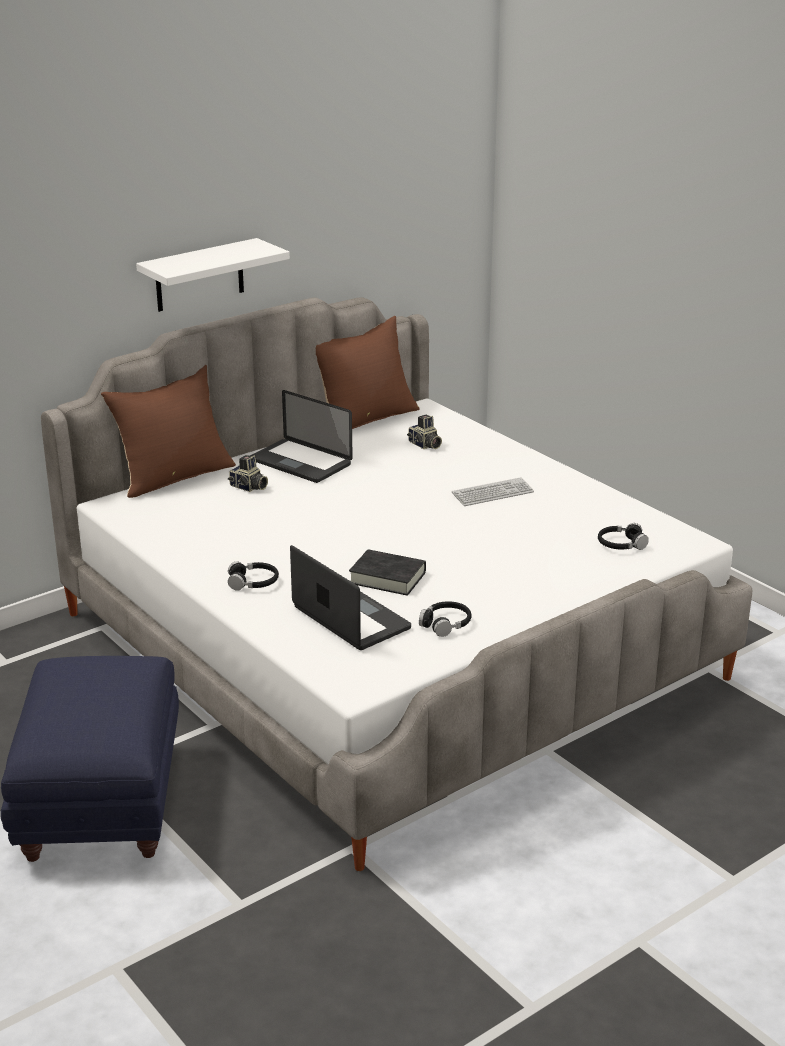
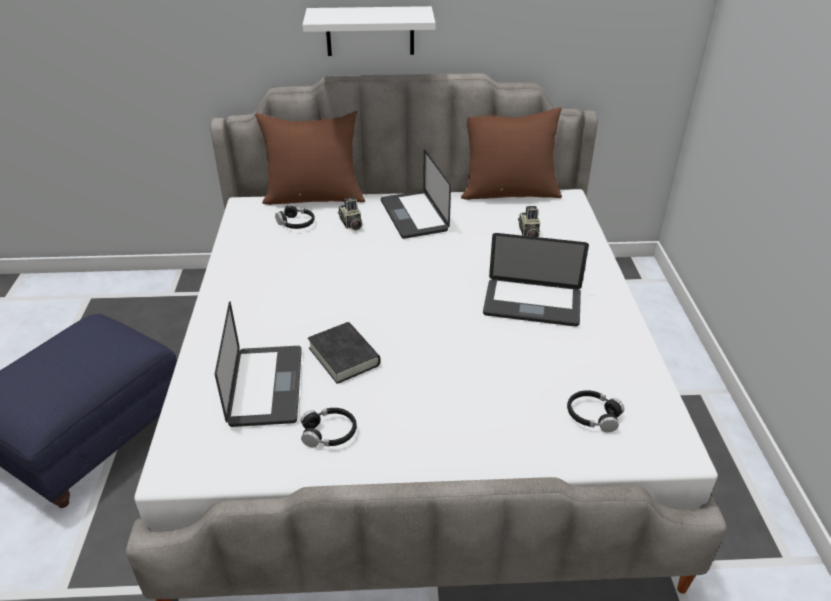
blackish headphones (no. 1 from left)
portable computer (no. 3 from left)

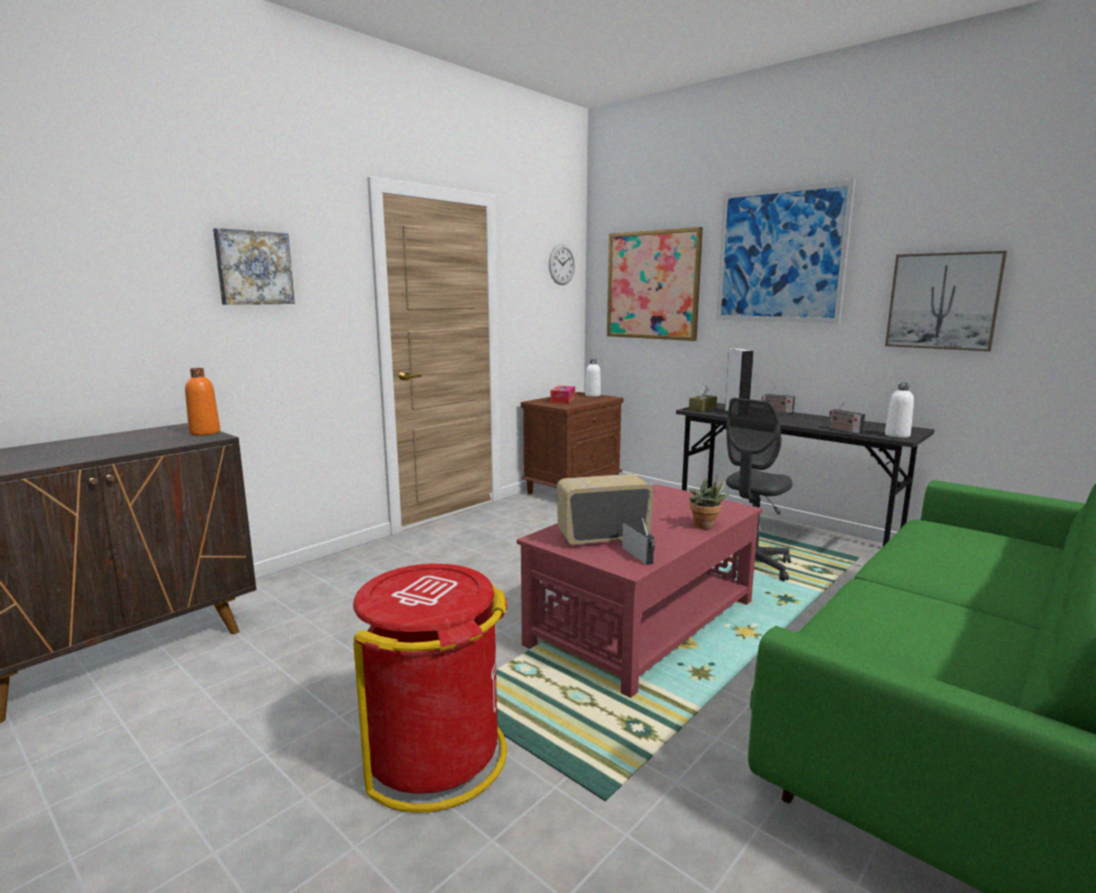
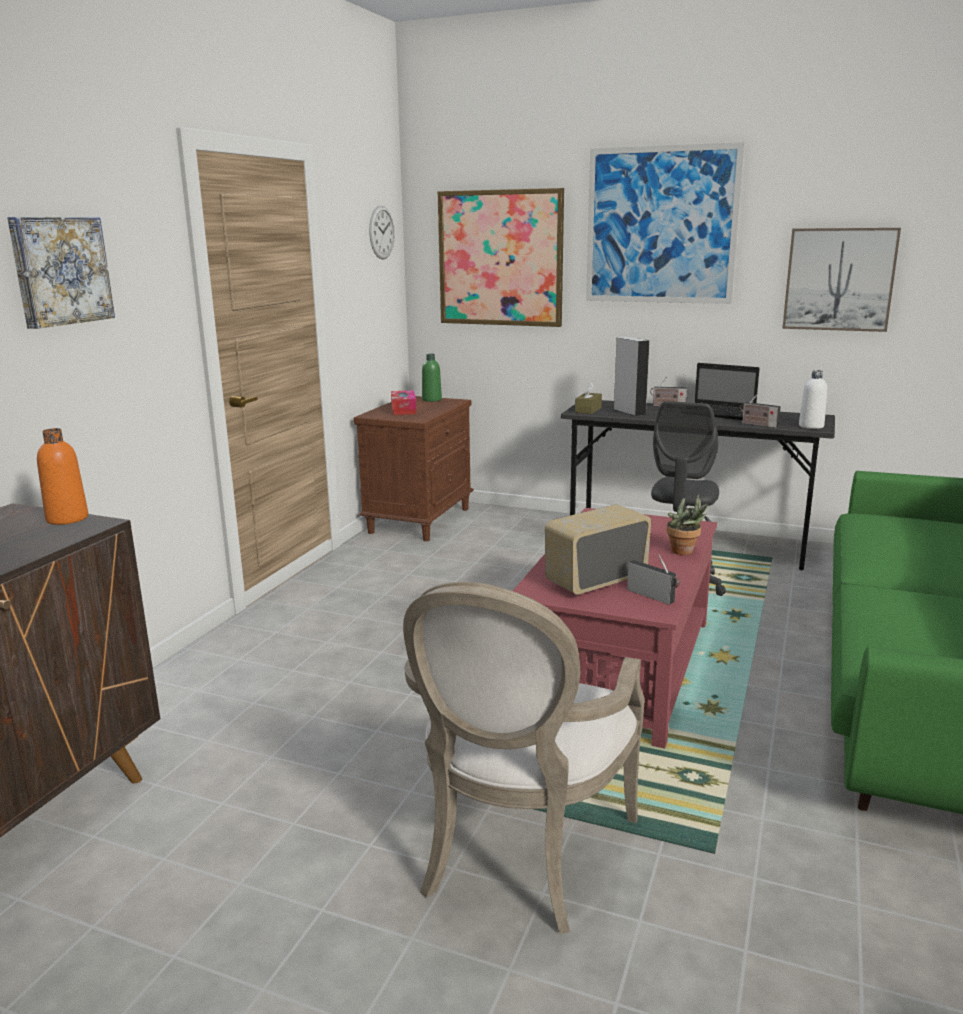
portable computer
lounge chair
green-coloured beverage bottle

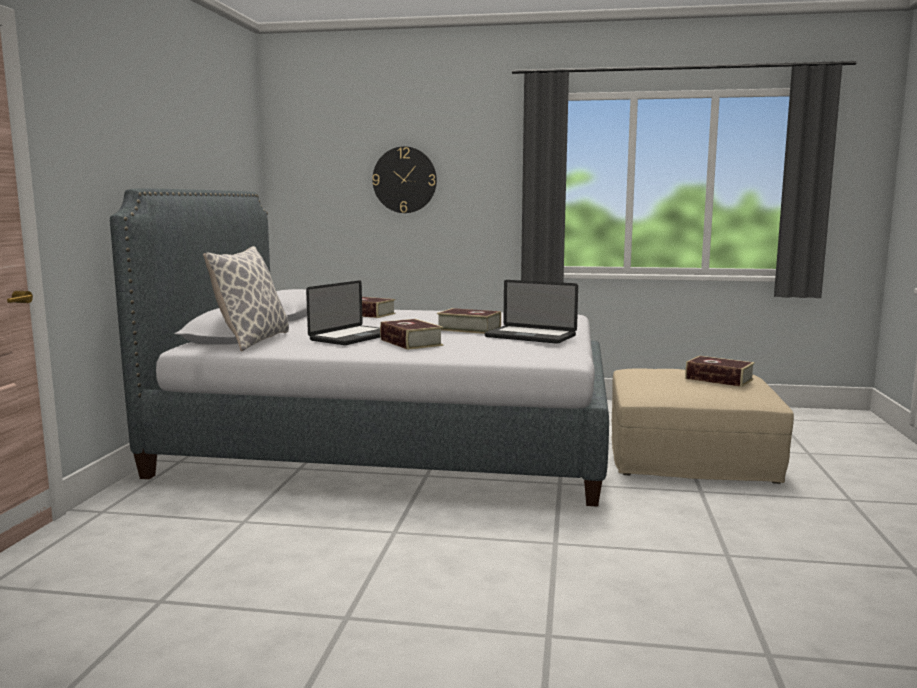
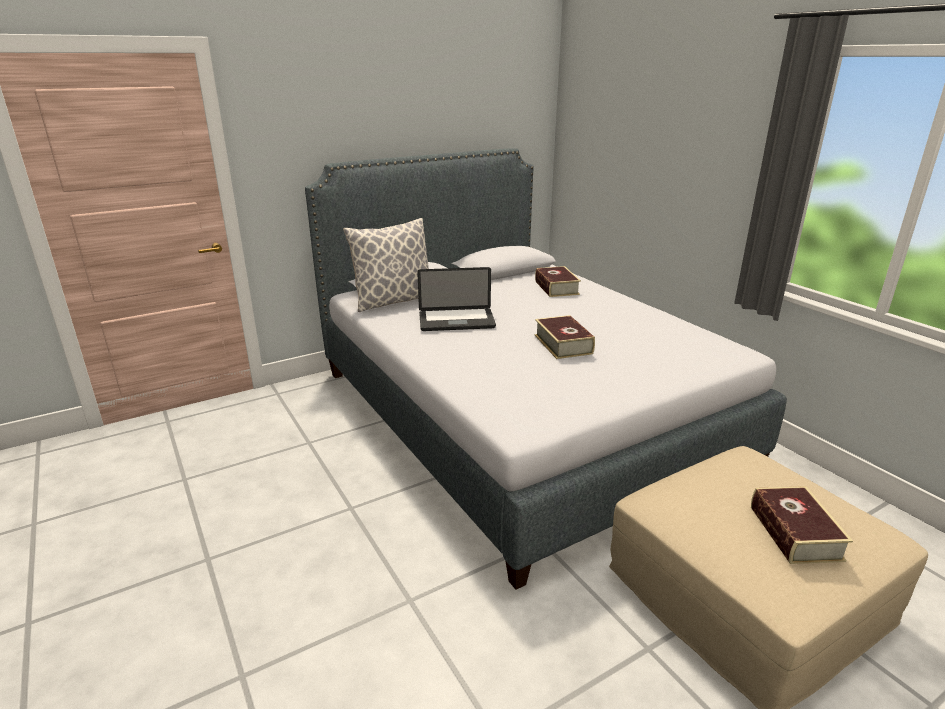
wall clock
volume (no. 2 from left in the first image)
portable computer (no. 2 from left in the first image)

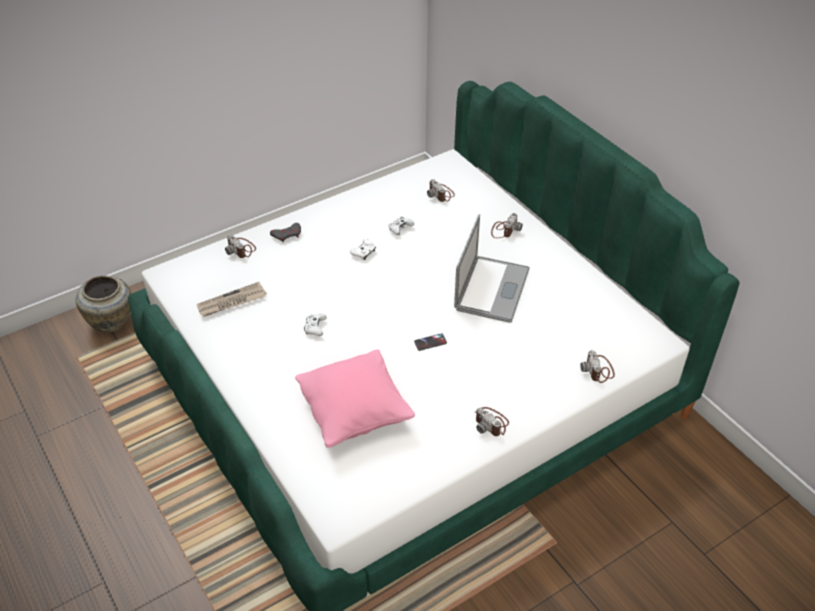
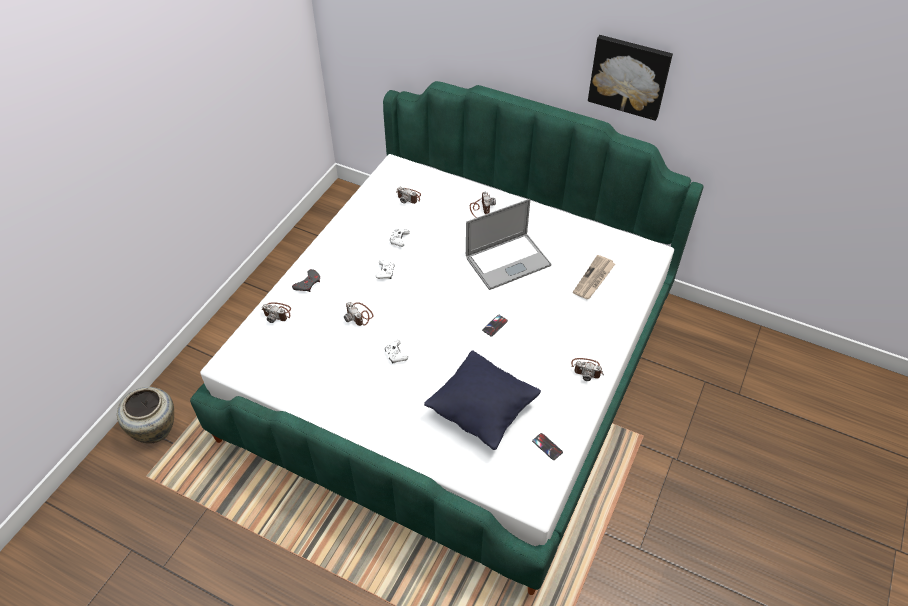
telephone (no. 2 from left)
picture
daily paper
photo camera (no. 2 from left)
blackish cushion
portable computer

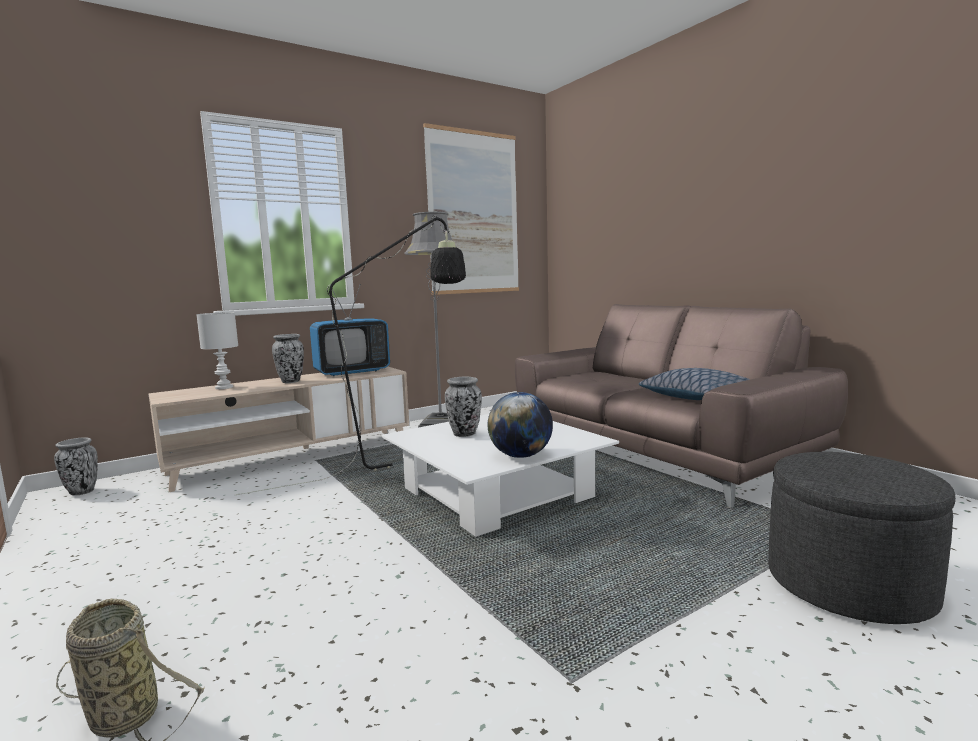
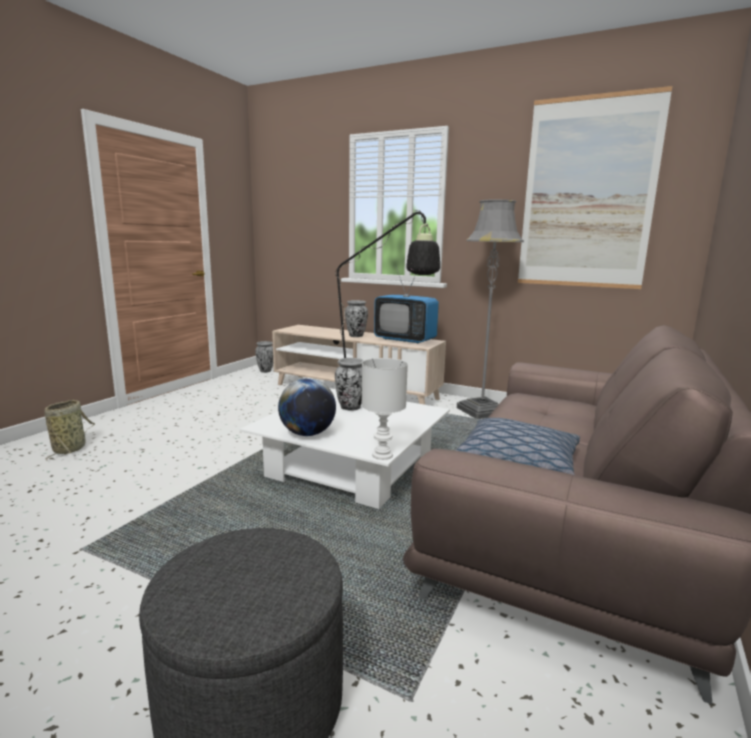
white-coloured tabletop lamp

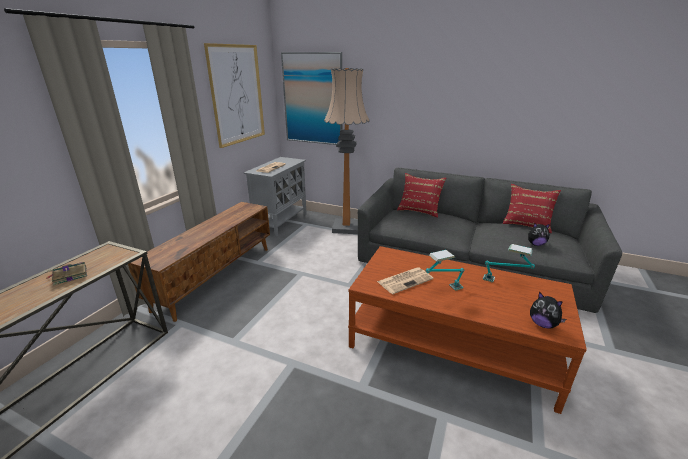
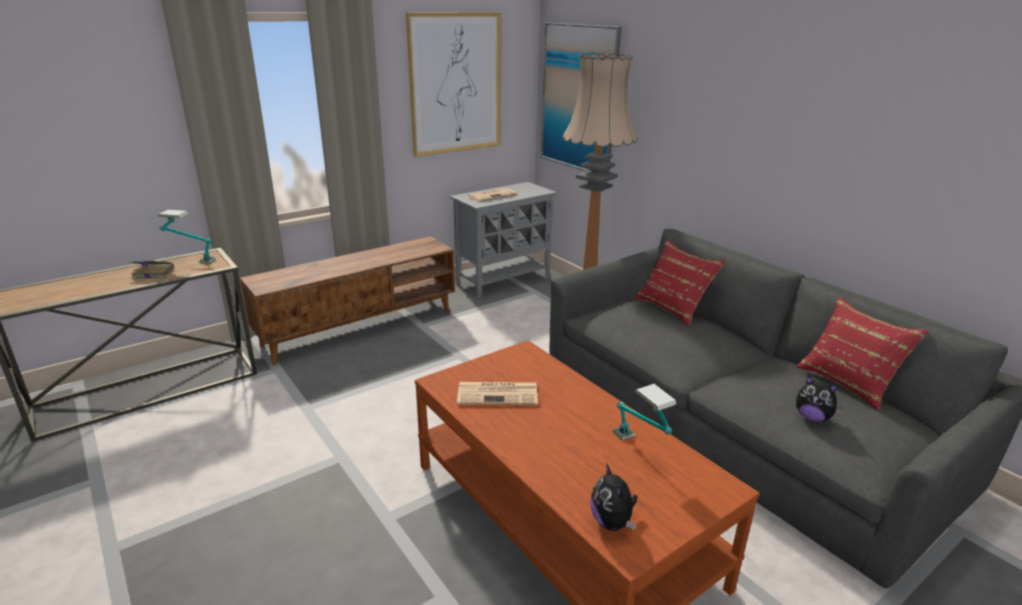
tabletop lamp (no. 1 from left)

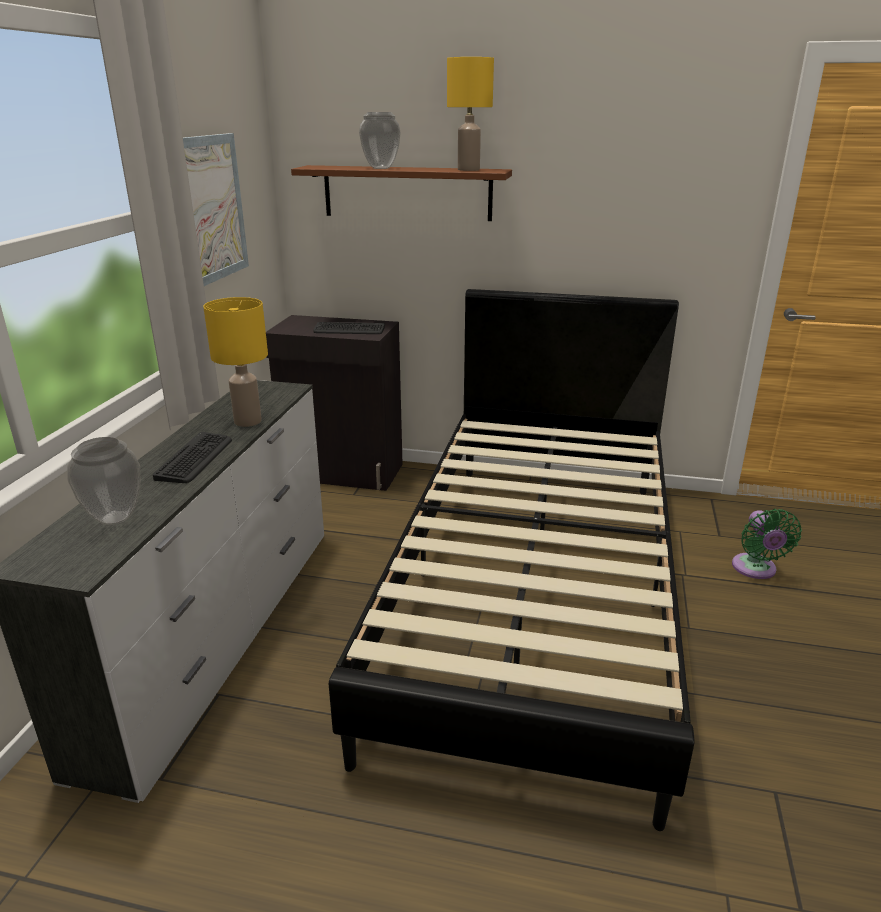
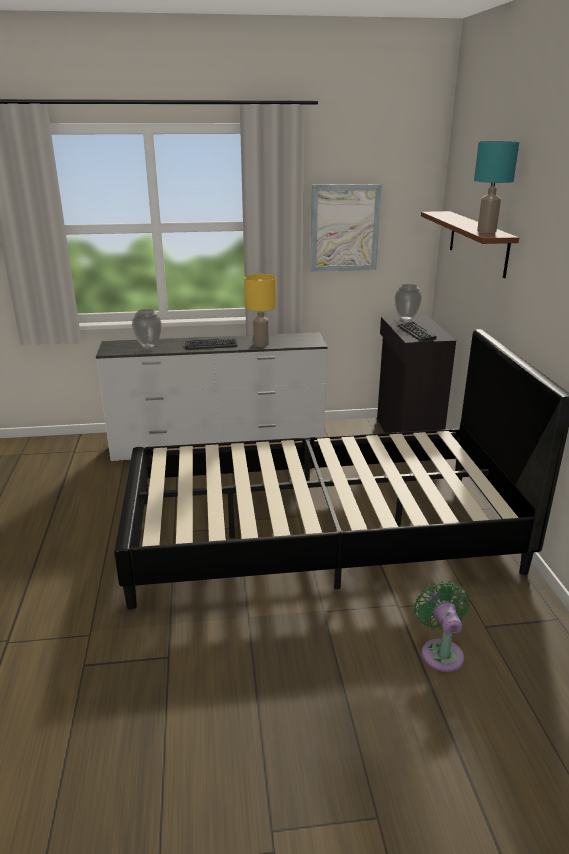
vase (no. 2 from left)
blue-green tabletop lamp
green-coloured cooling fan

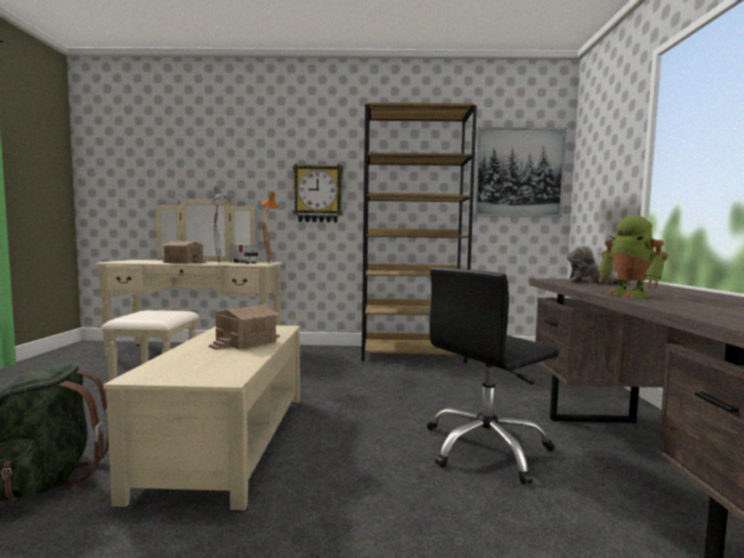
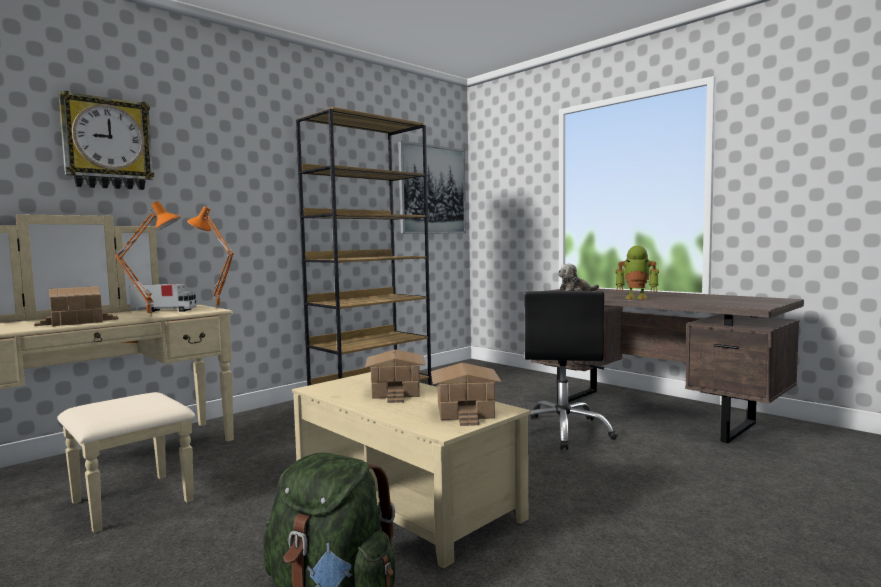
toy house (no. 3 from left)
wall clock
orange-coloured tabletop lamp (no. 1 from left)

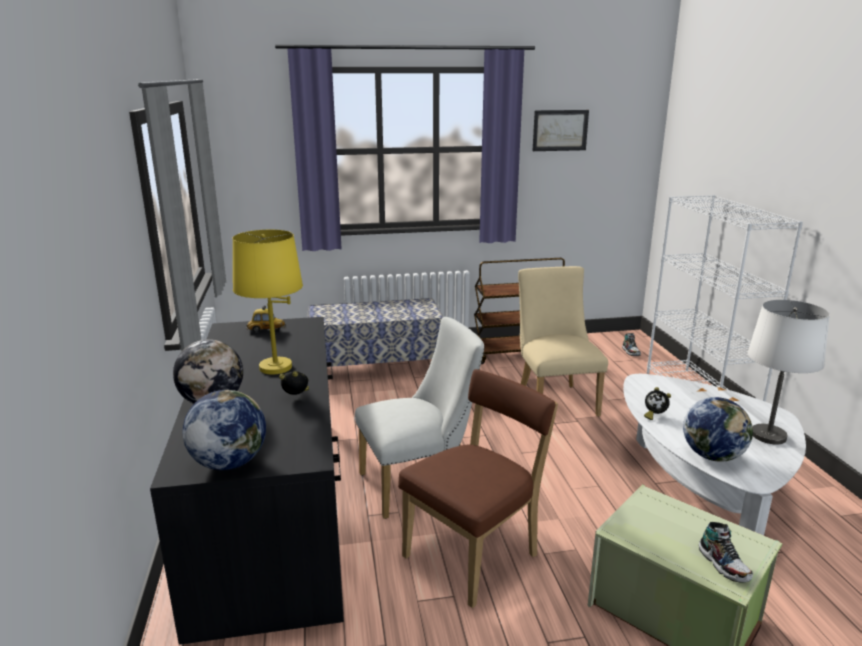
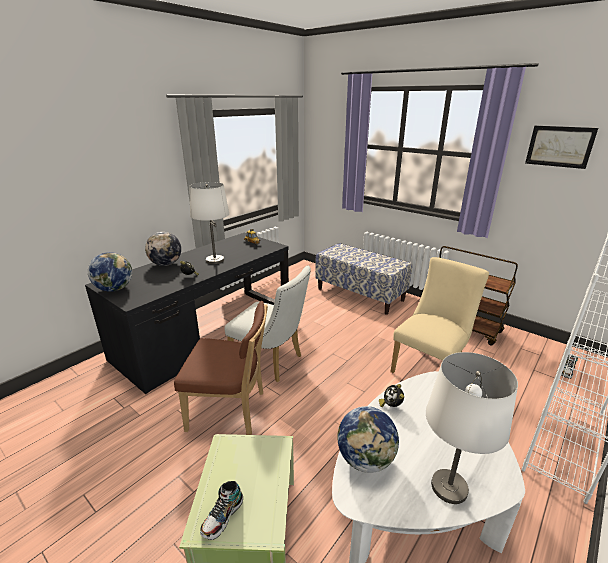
white-coloured tabletop lamp (no. 1 from left)

